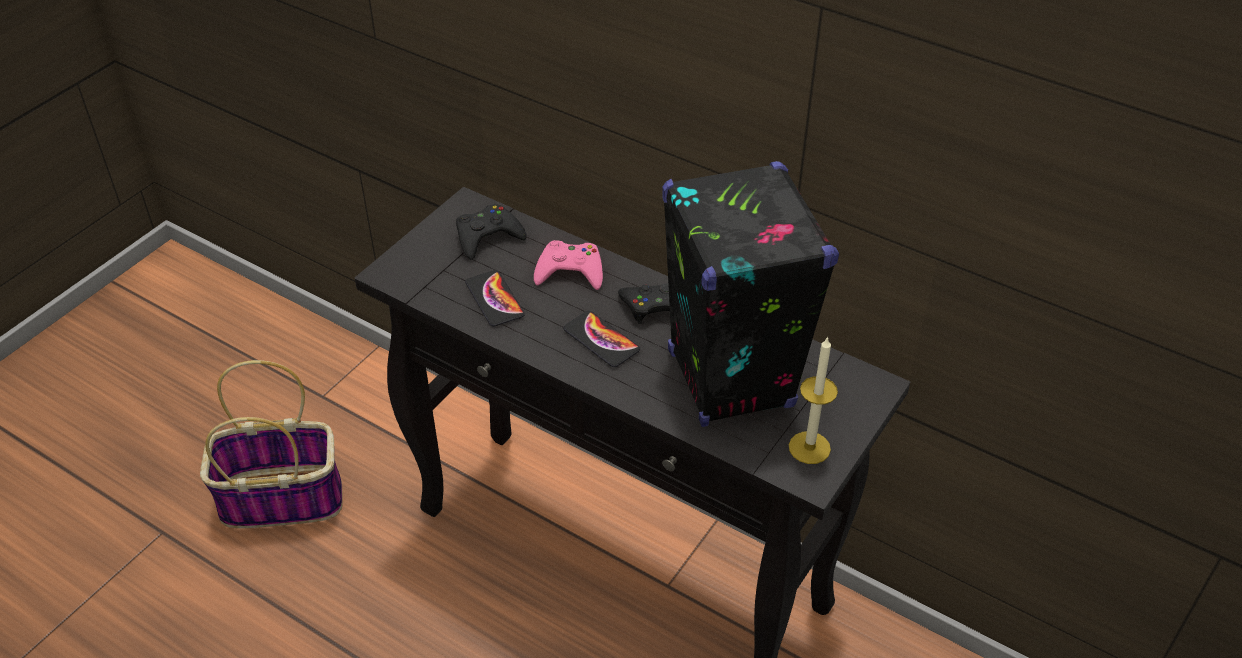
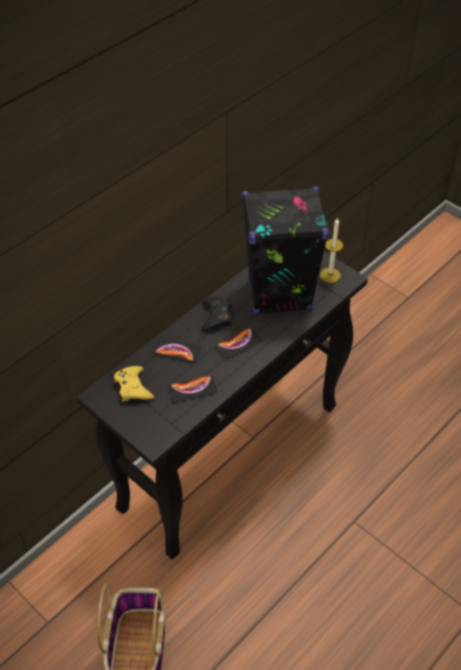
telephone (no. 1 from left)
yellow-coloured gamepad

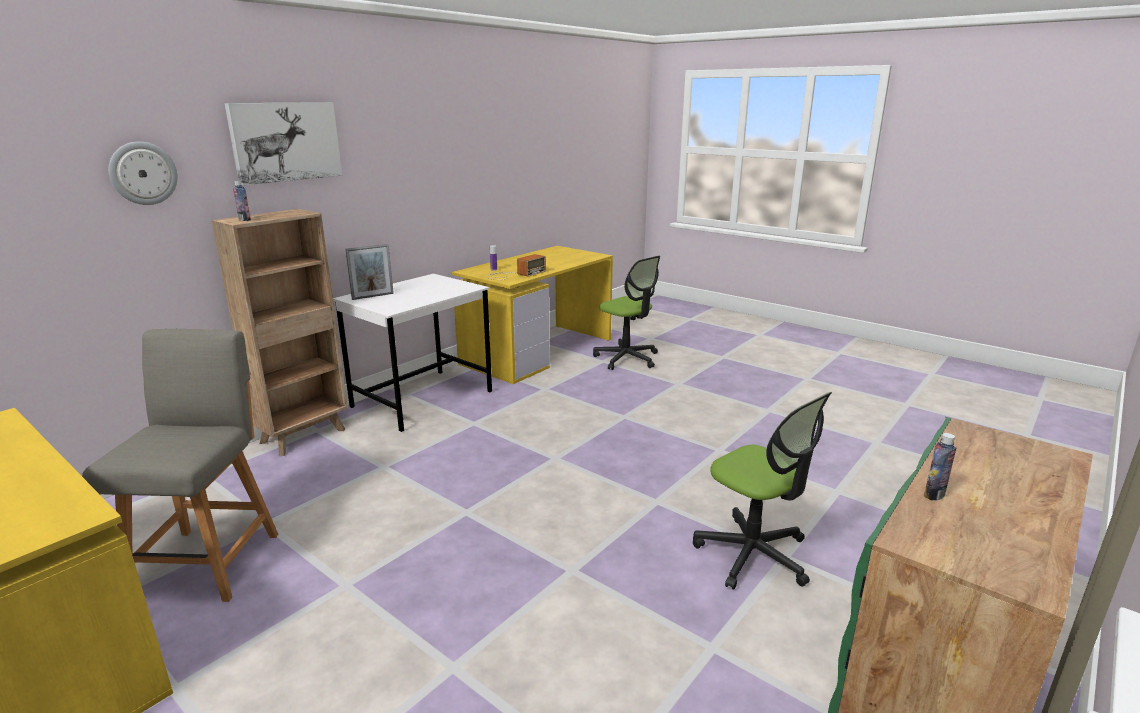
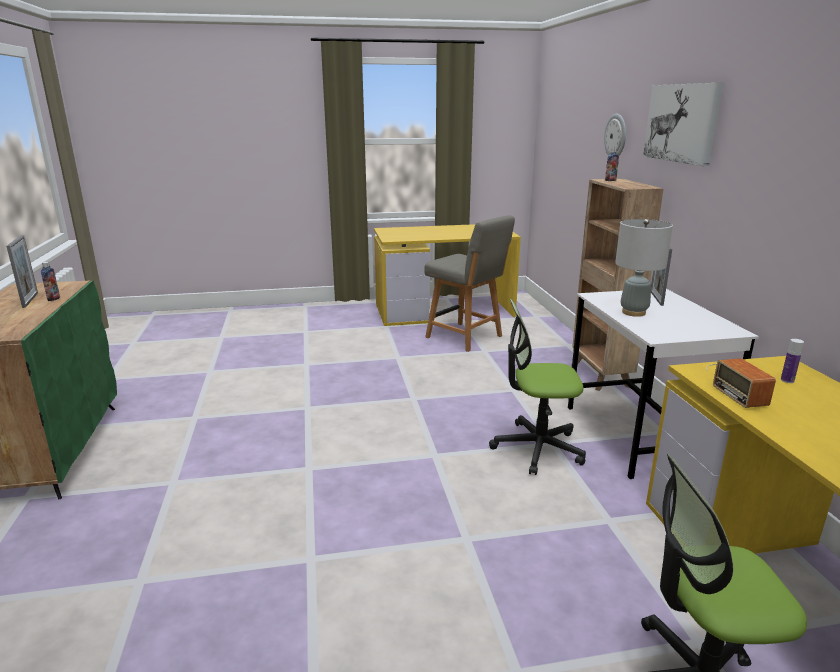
standing frame (no. 1 from left)
grey tabletop lamp
office chair (no. 1 from left)

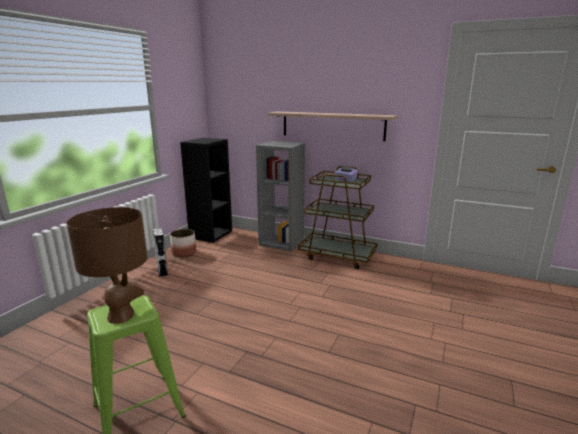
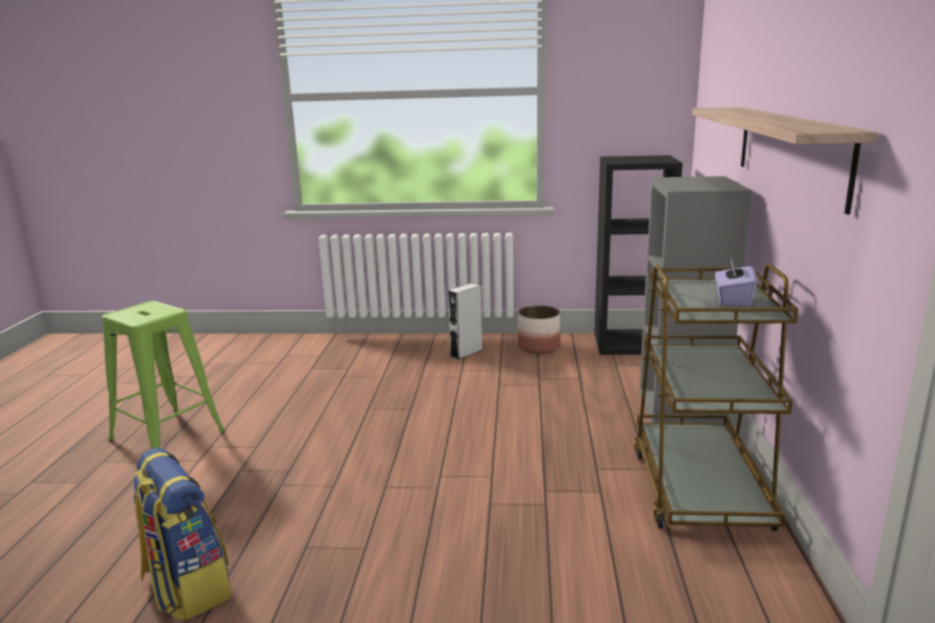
brownish tabletop lamp
rucksack

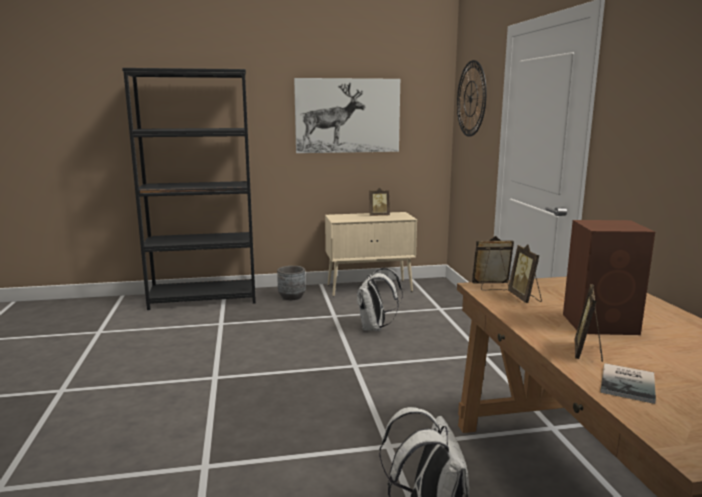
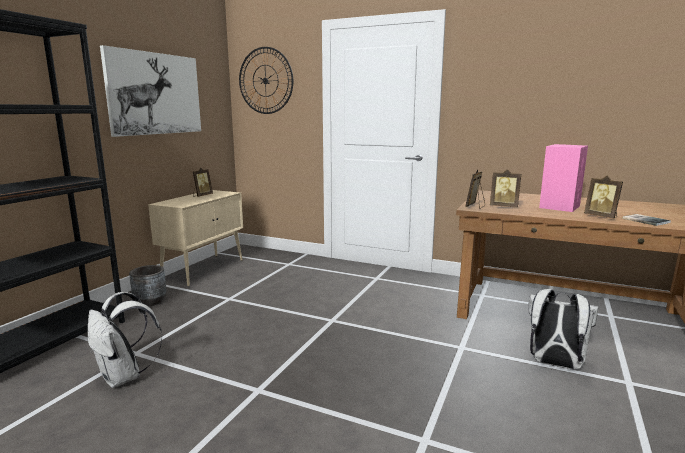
white-coloured rucksack (no. 1 from left)
pink-coloured audio speaker

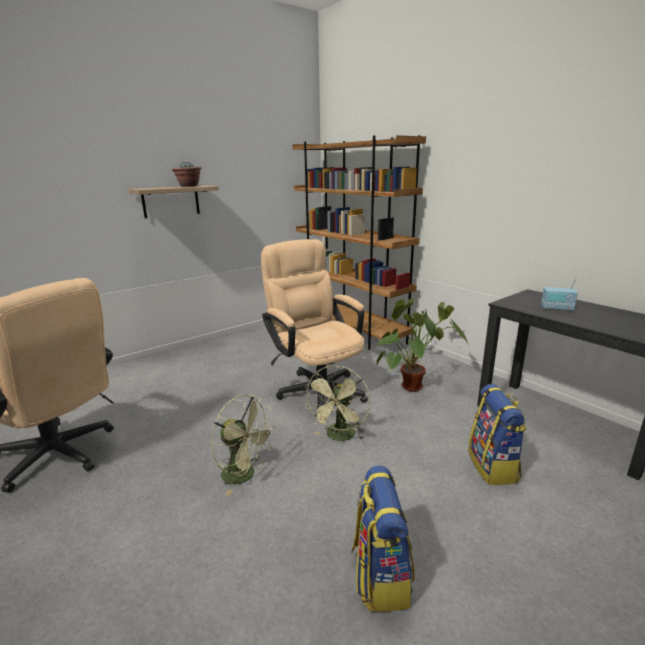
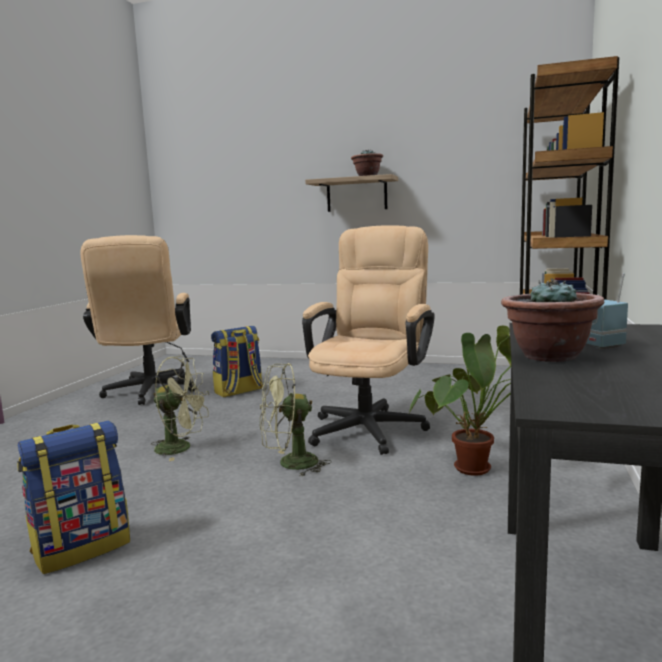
potted plant (no. 3 from left)
rucksack (no. 2 from left)
green-coloured cooling fan (no. 1 from left)

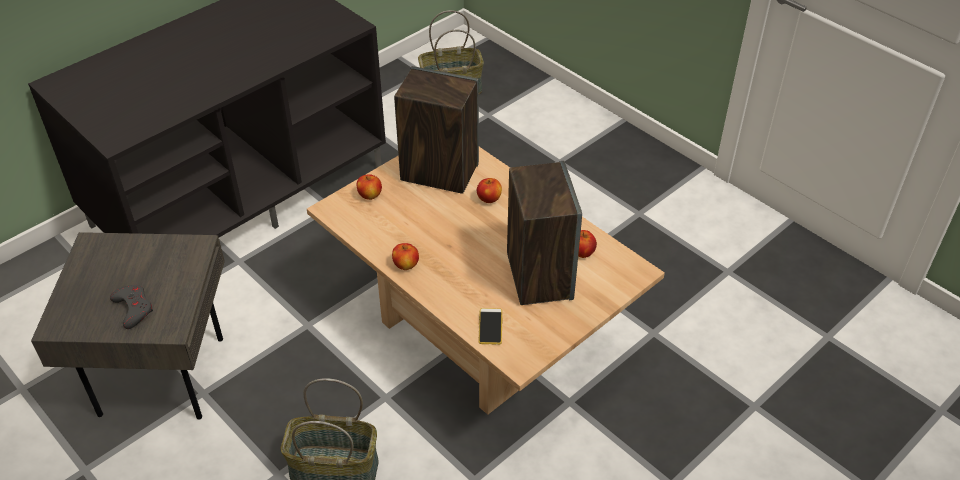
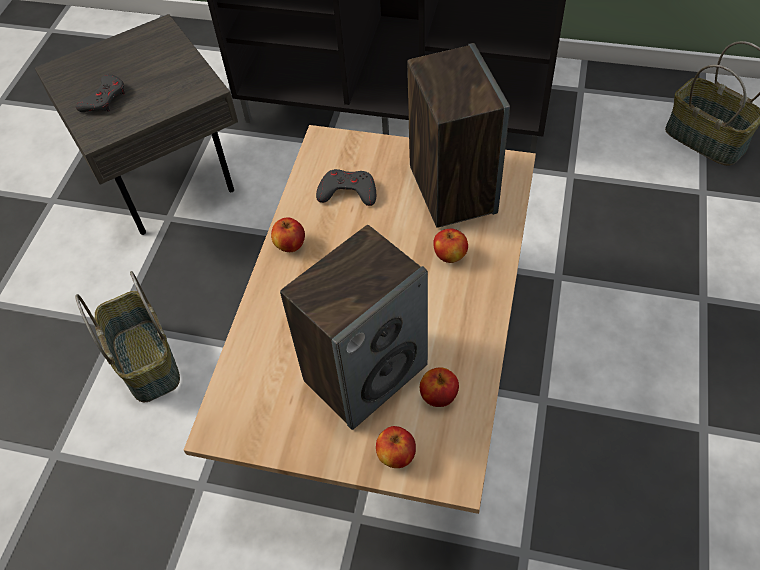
telephone
grey gamepad (no. 2 from left)
apple (no. 2 from left)

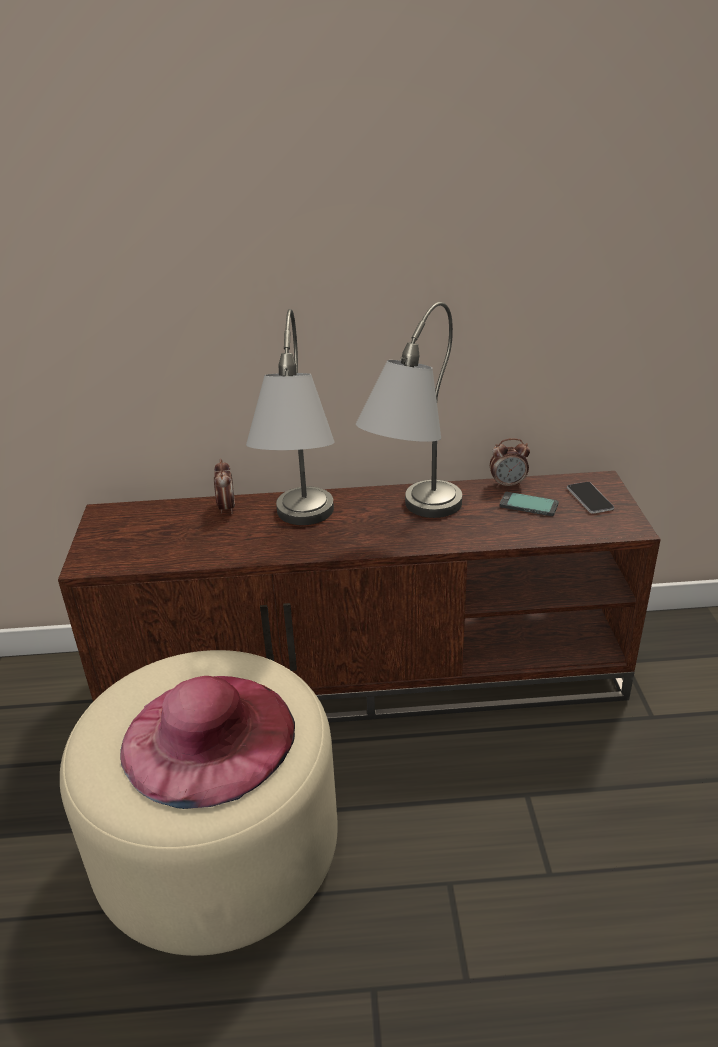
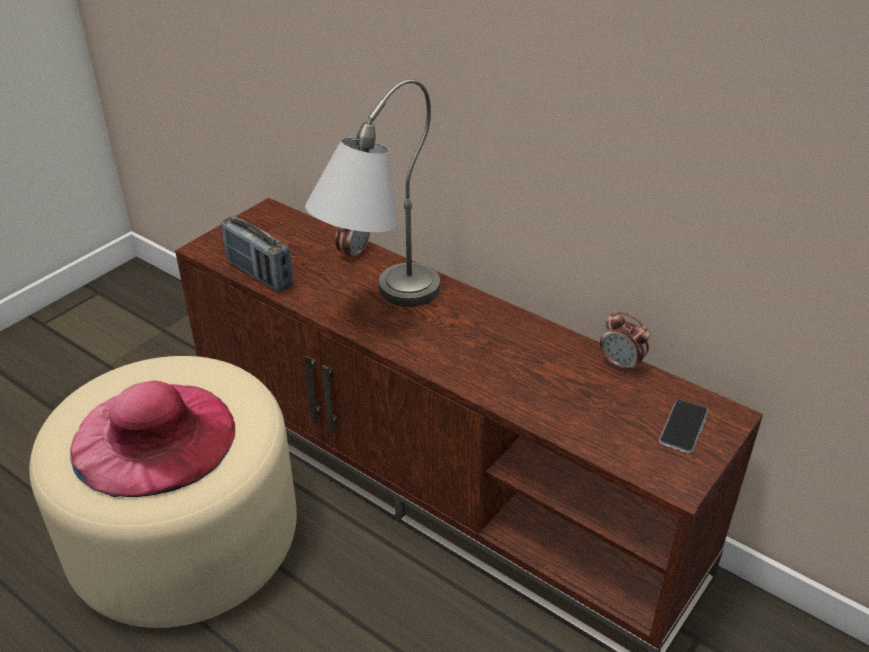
grey tabletop lamp (no. 2 from left in the first image)
telephone (no. 1 from left in the first image)
radio set

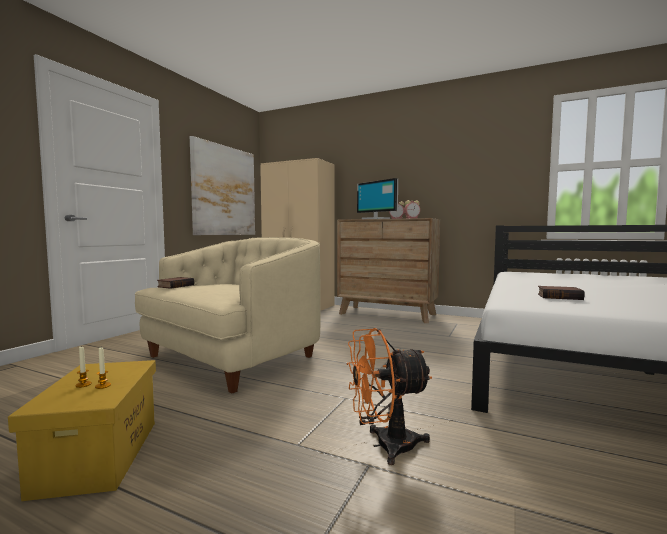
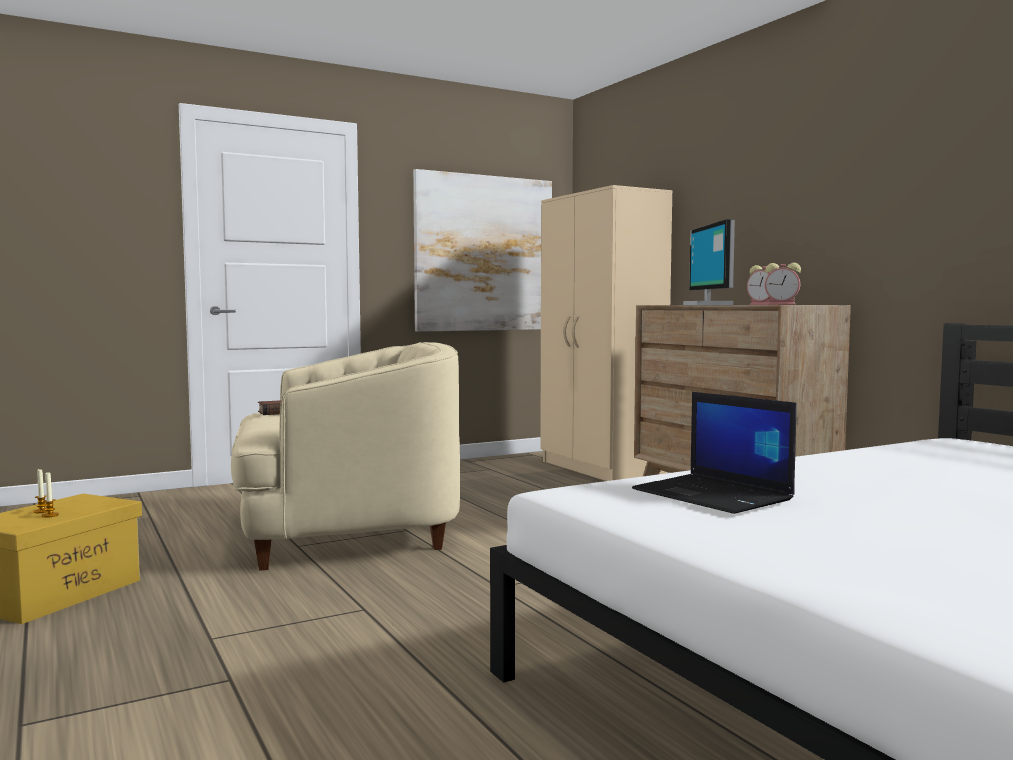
orange-coloured cooling fan
portable computer

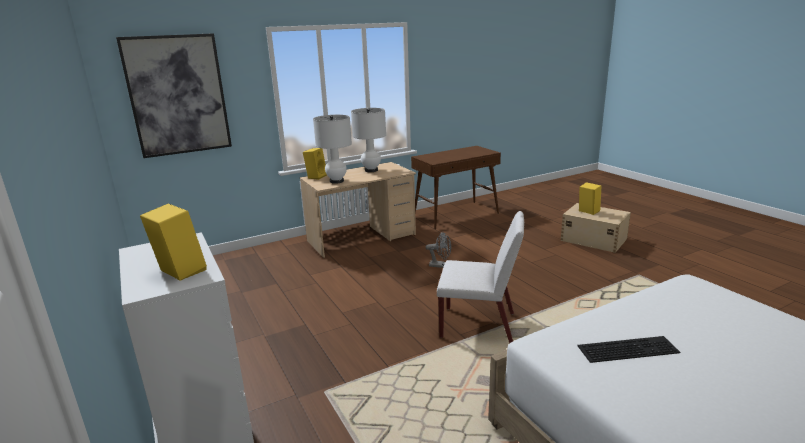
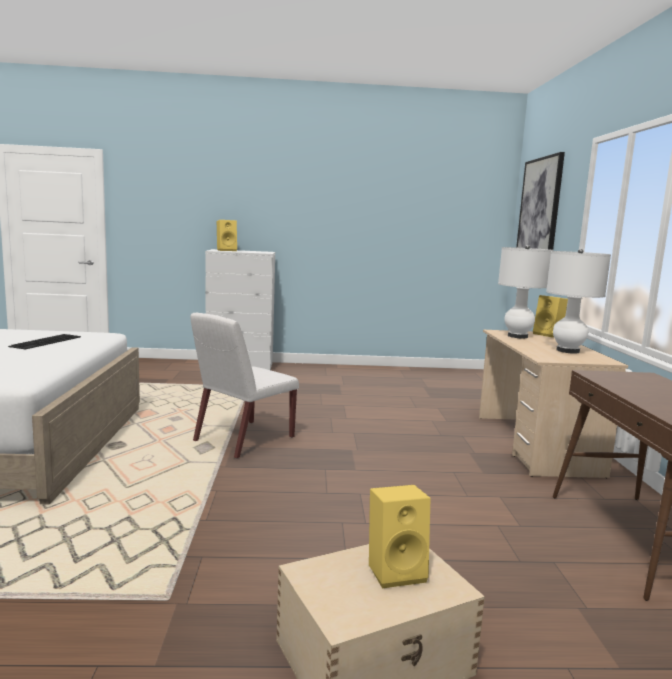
grey cooling fan

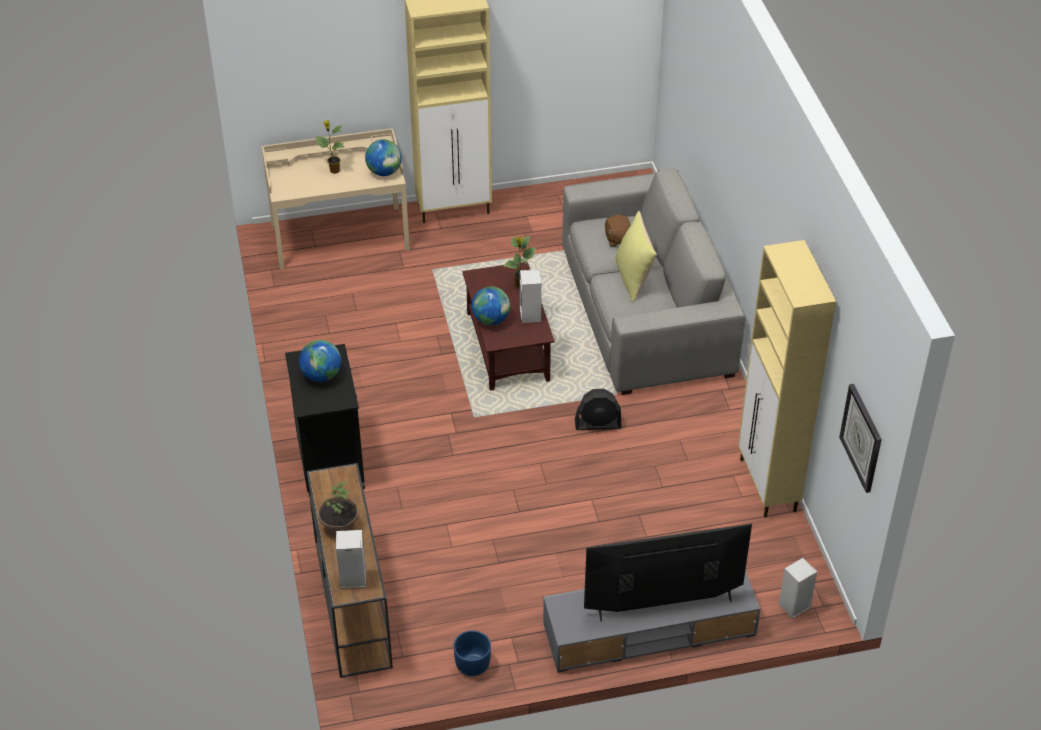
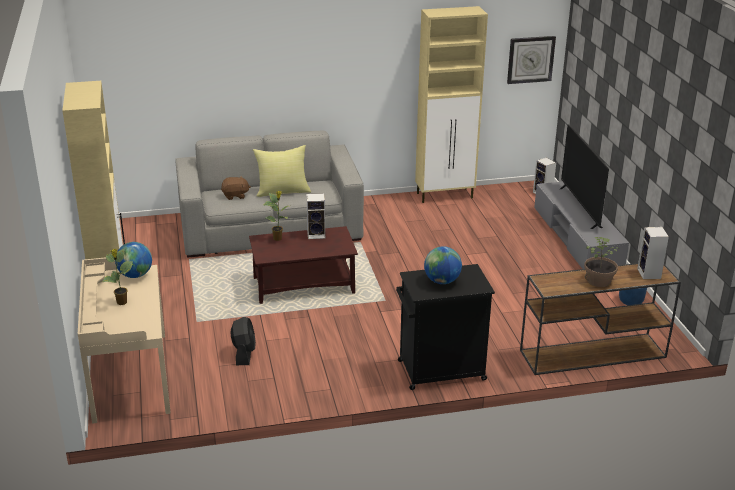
world globe (no. 3 from left in the first image)
blackish cooling fan

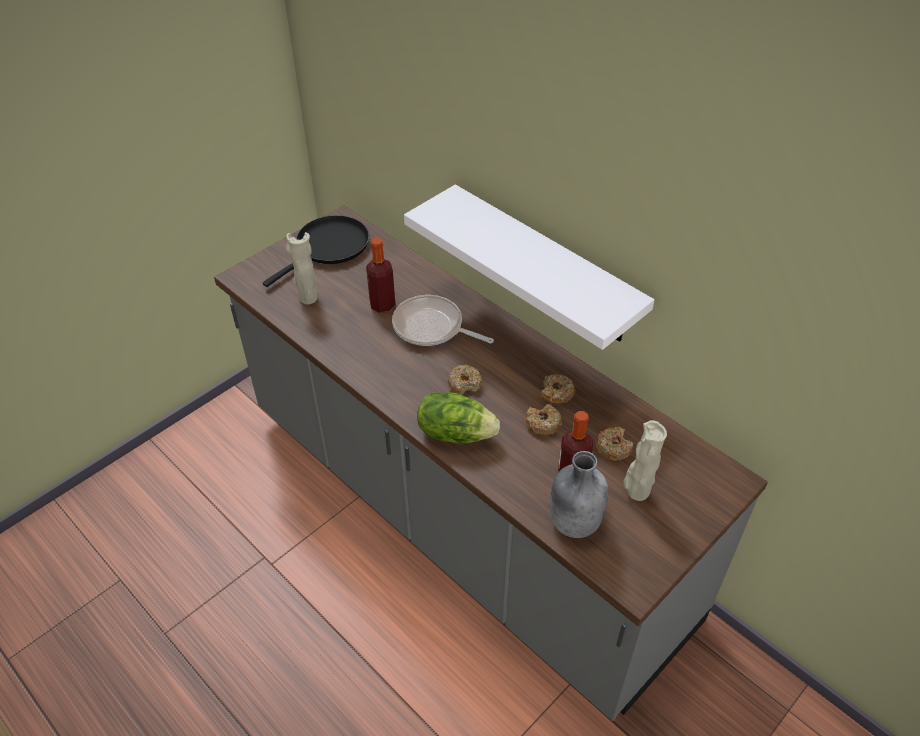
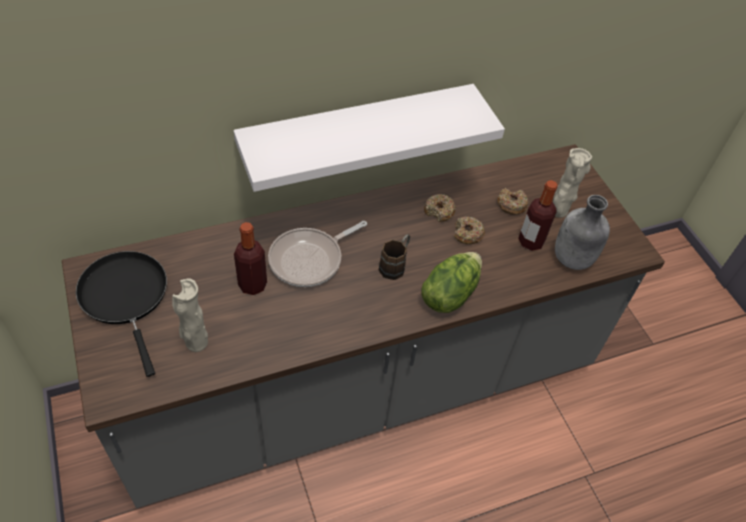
brownish tea mug

